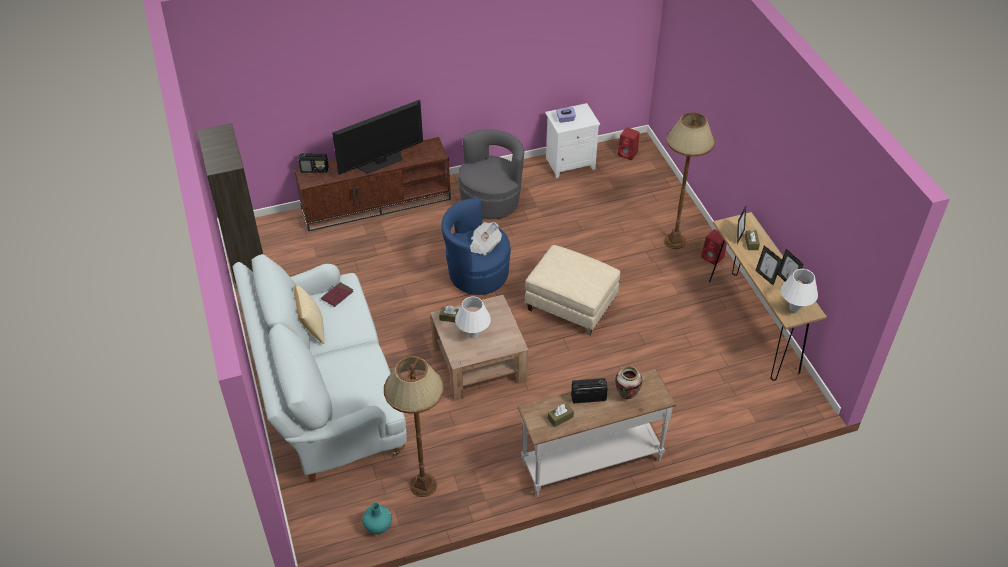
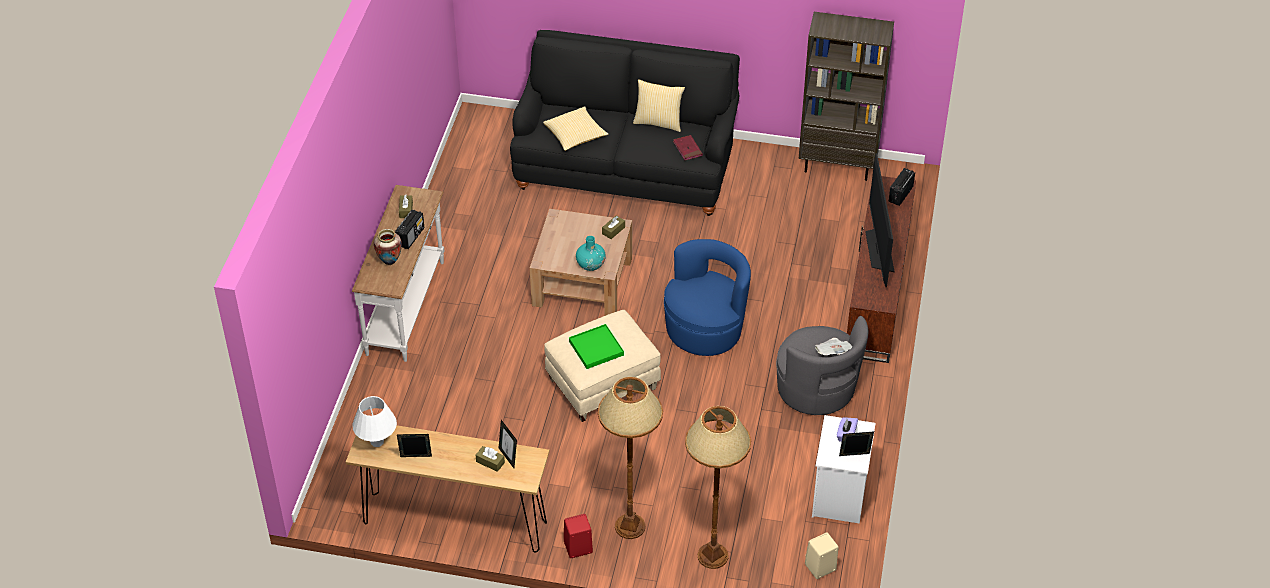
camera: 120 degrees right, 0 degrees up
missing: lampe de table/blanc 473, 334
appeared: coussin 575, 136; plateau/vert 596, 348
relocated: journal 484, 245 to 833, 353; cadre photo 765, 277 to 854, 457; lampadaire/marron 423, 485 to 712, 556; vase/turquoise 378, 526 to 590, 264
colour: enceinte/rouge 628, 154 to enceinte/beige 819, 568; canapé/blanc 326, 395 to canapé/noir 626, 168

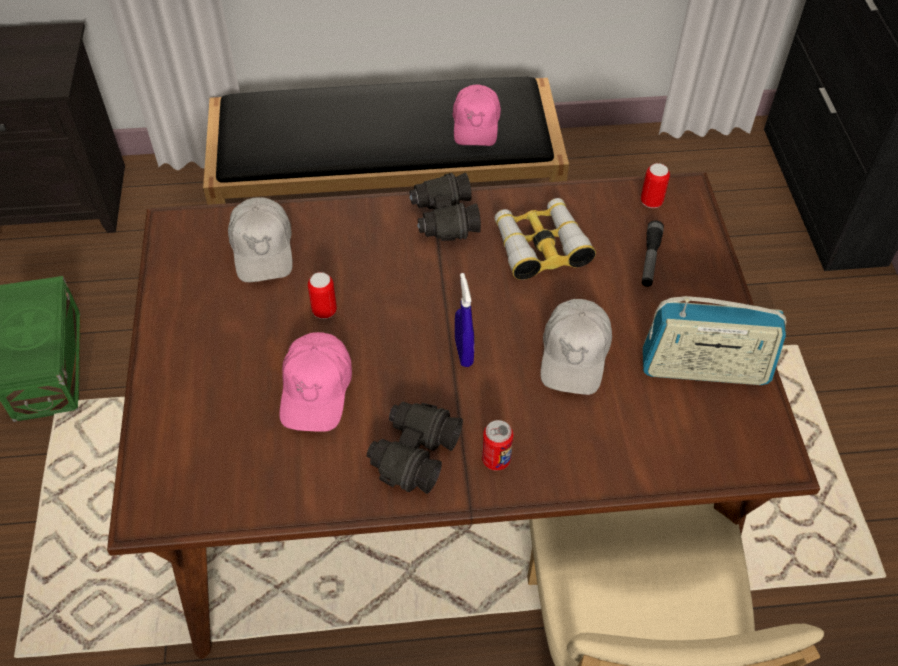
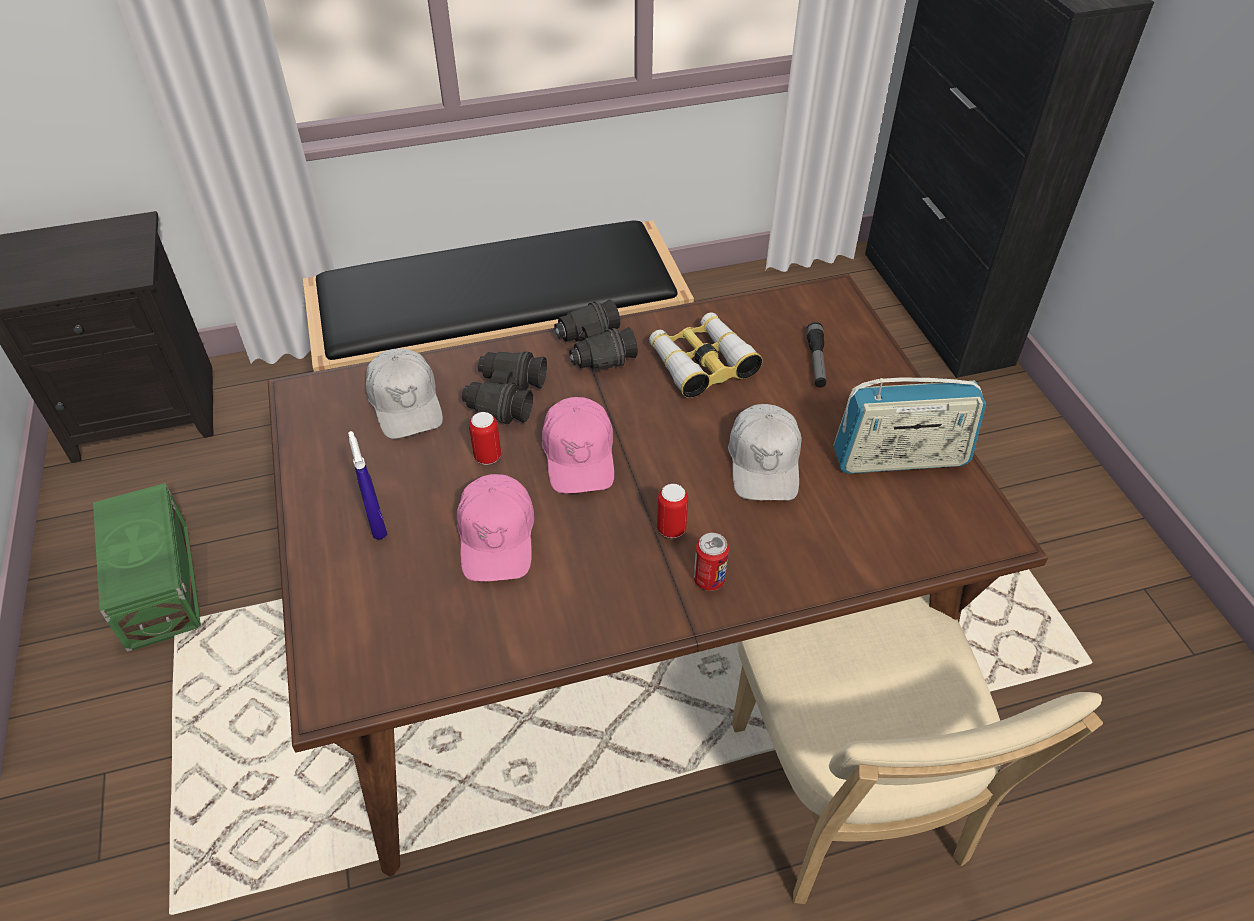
camera: 10 degrees left, 5 degrees down
relocated: casquette/rose 476, 124 to 579, 455; boîte métallique 651, 202 to 671, 529; vaporisateur/bleu 463, 352 to 377, 524; jumelles/noir 413, 453 to 505, 397

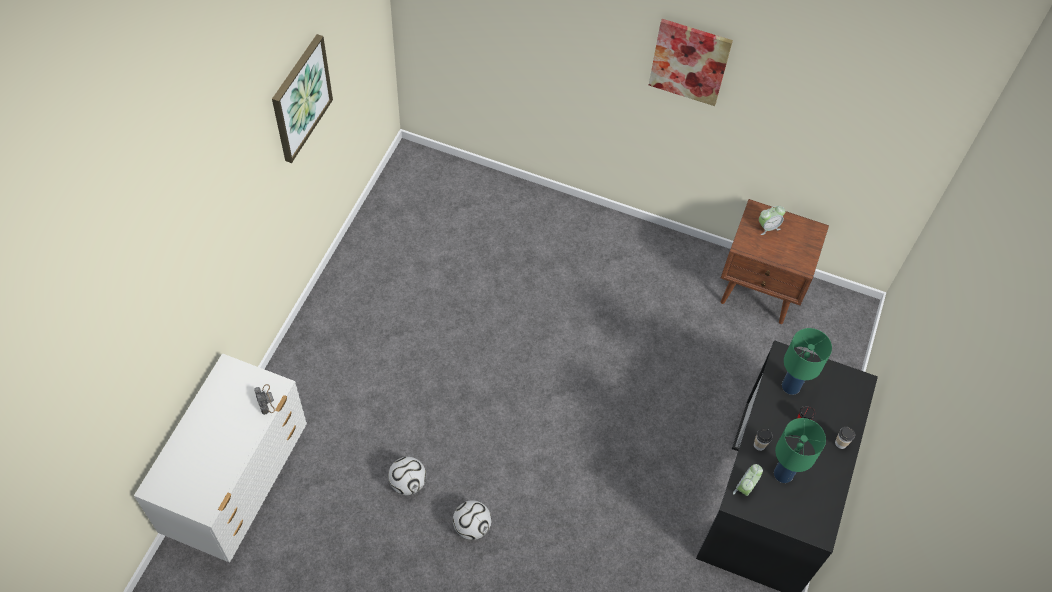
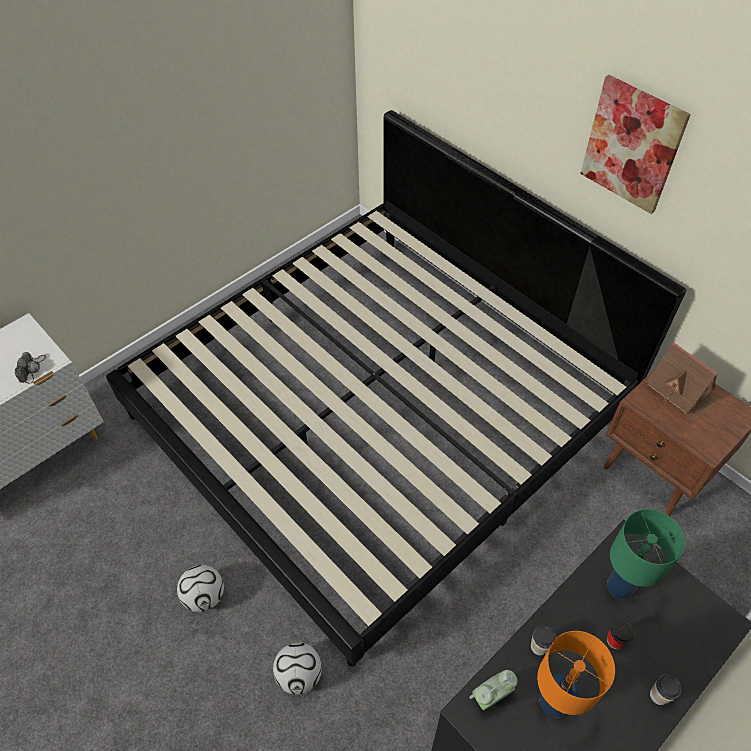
camera: 30 degrees right, 5 degrees down
missing: tableau 300, 98
appeared: lit 376, 413
relocated: ballon de foot 408, 483 to 299, 674
exchanged: réveil 768, 227 to maison miniature 681, 391
colour: lampe de table/vert 783, 474 to lampe de table/orange 554, 703

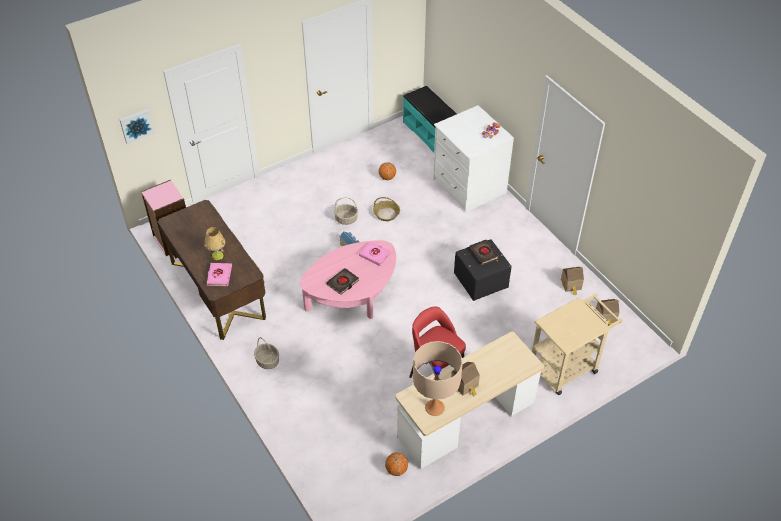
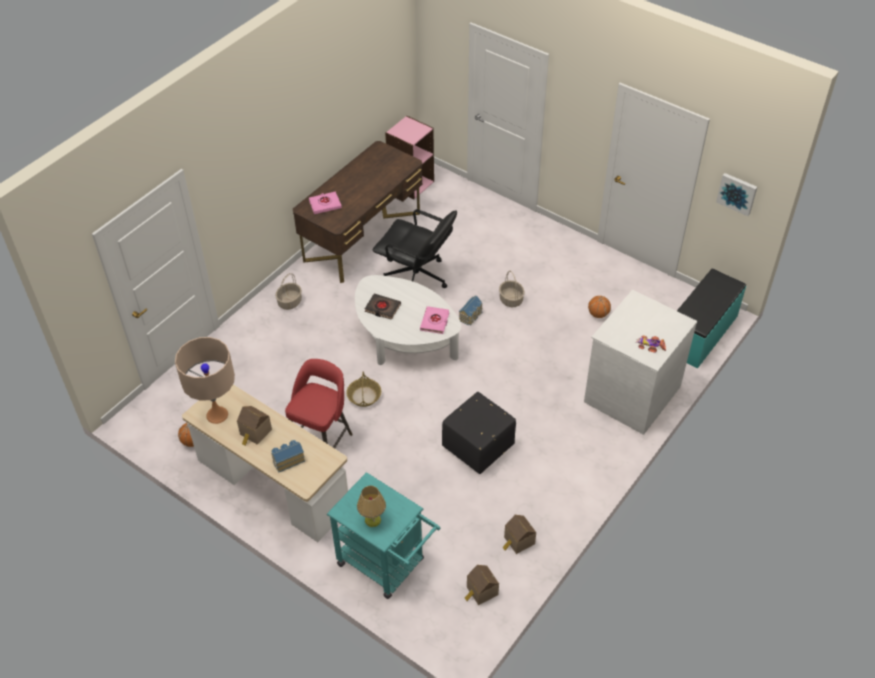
camera: 70 degrees right, 0 degrees up
missing: livre/noir 483, 253
appeared: chaise de bureau/noir 417, 278; maison miniature 288, 460
relocated: tableau 136, 125 to 737, 193; panier 386, 214 to 364, 396; lampe de table 217, 255 to 372, 519
colour: table basse/rose 353, 294 to table basse/blanc 404, 339; chariot/beige 568, 365 to chariot/turquoise 386, 565

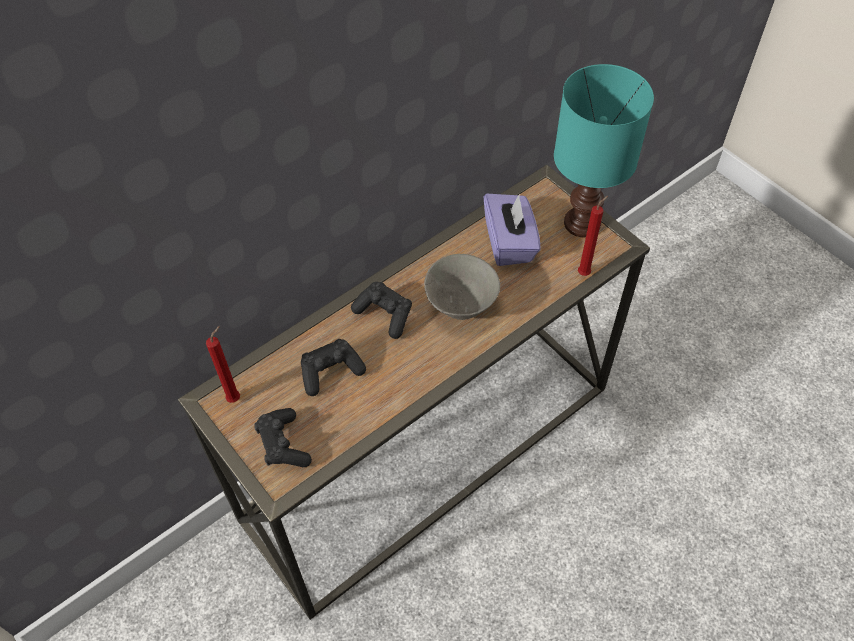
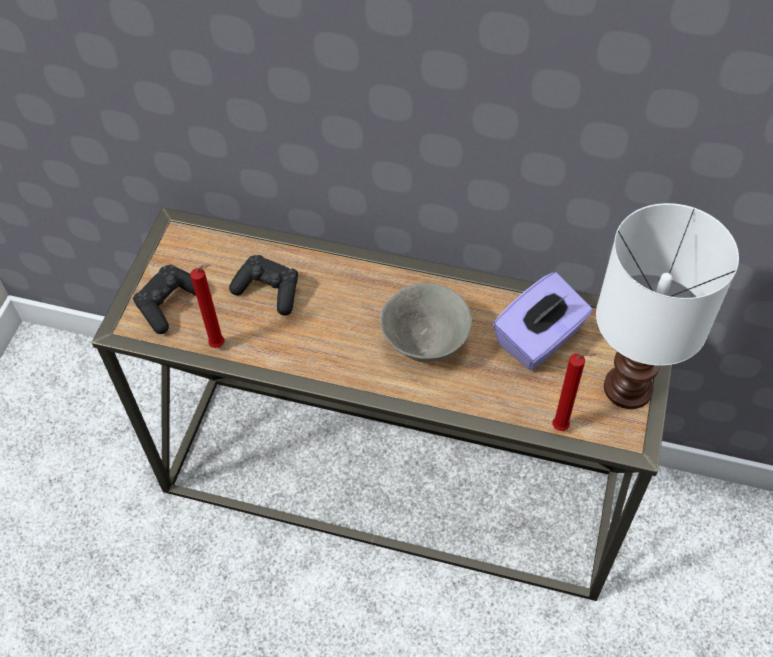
camera: 55 degrees right, 0 degrees up
missing: manette/noir 385, 314
relocated: bougie/rouge 235, 397 to 220, 345
colour: lampe de table/turquoise 580, 223 to lampe de table/blanc 626, 387

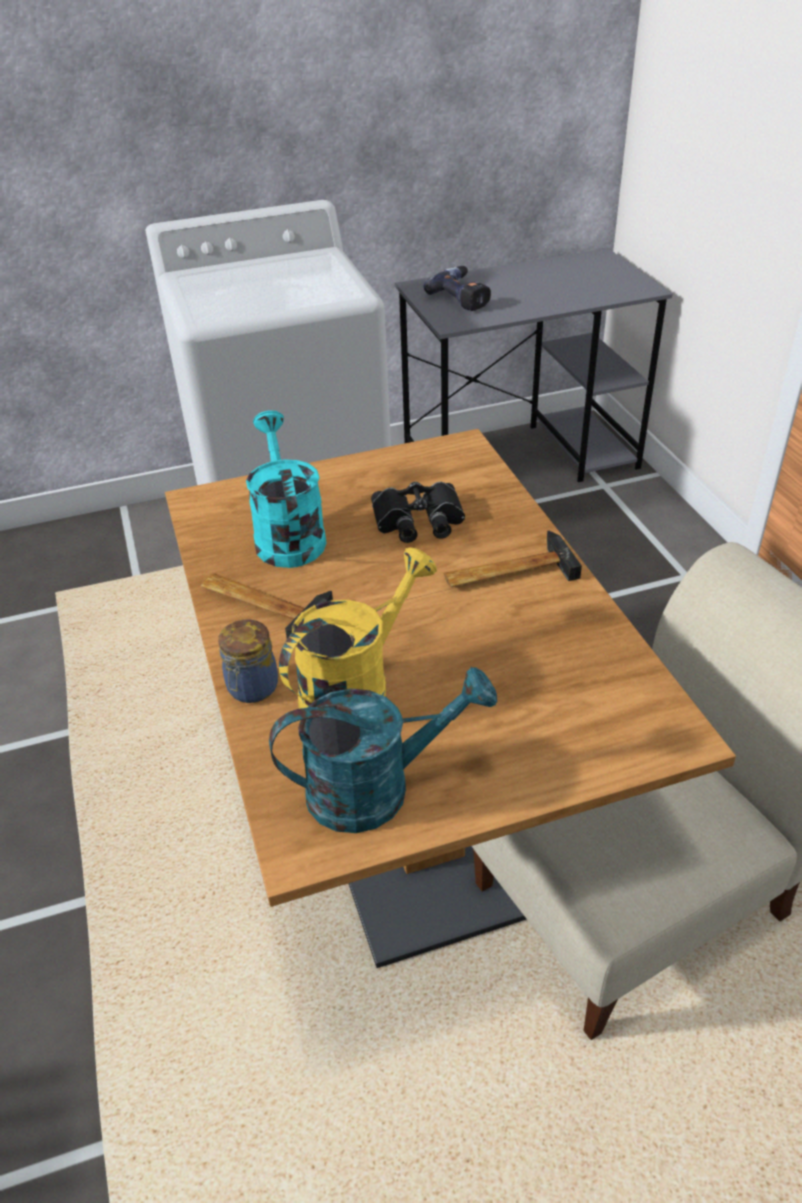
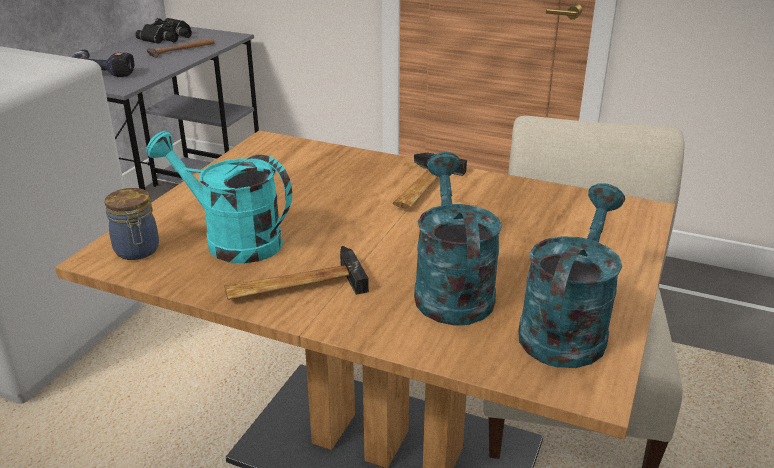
camera: 50 degrees left, 10 degrees down
appeared: marteau 182, 49
relocated: jumelles/noir 418, 520 to 168, 37; bocal 251, 689 to 137, 251
colour: arrosoir/jaune 356, 686 to arrosoir/turquoise 450, 289

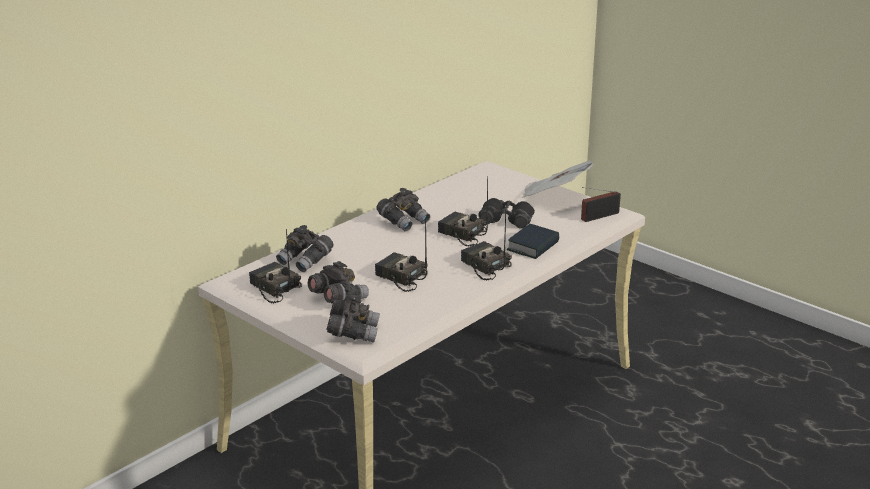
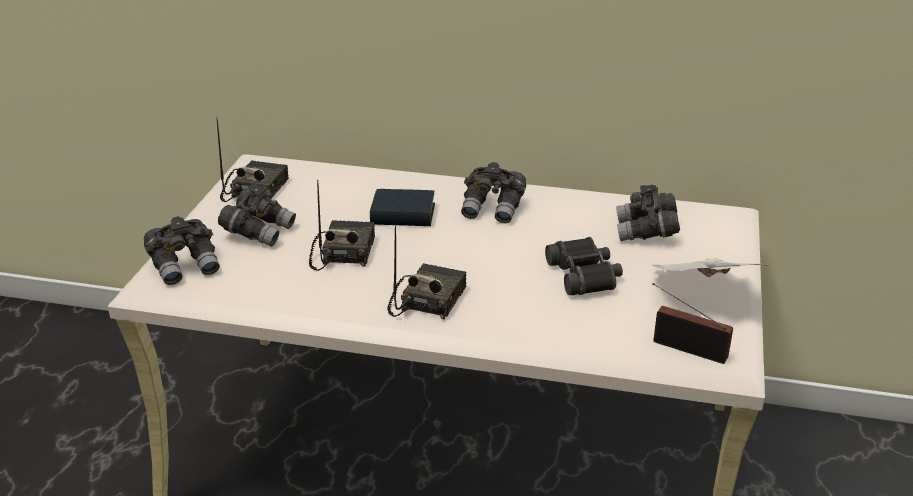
camera: 60 degrees right, 5 degrees up
missing: radio 461, 234
relocated: livre 533, 246 to 403, 215; jumelles/gris 306, 261 to 646, 232

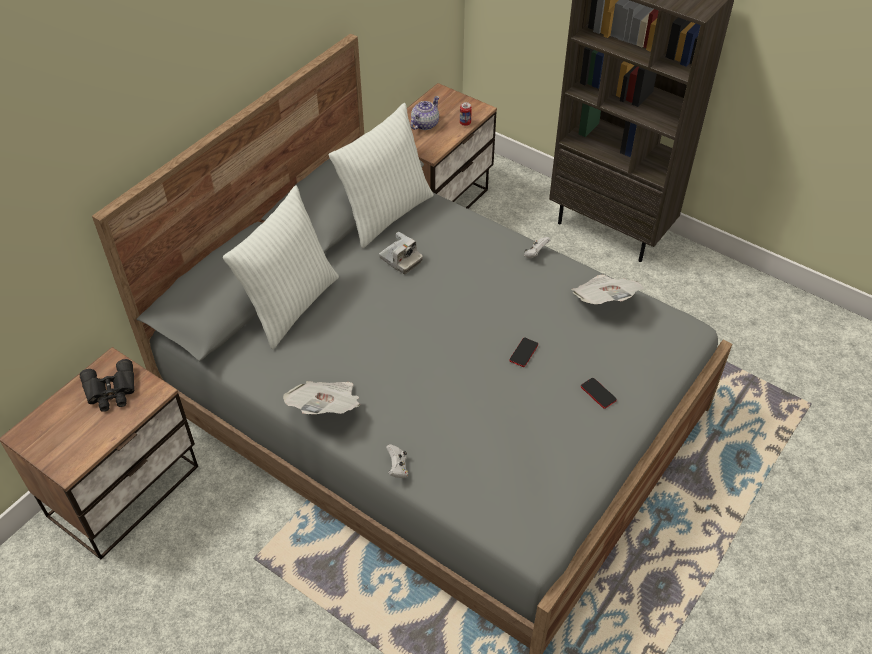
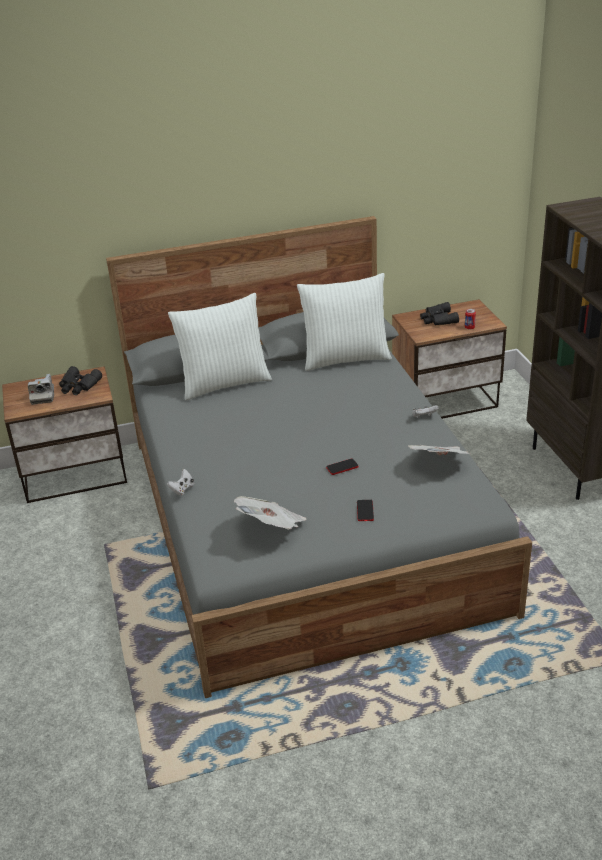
camera: 40 degrees right, 15 degrees down
relocated: appareil photo 400, 260 to 43, 396; journal 326, 408 to 272, 527
exchanged: théière 424, 124 to jumelles/noir 437, 319

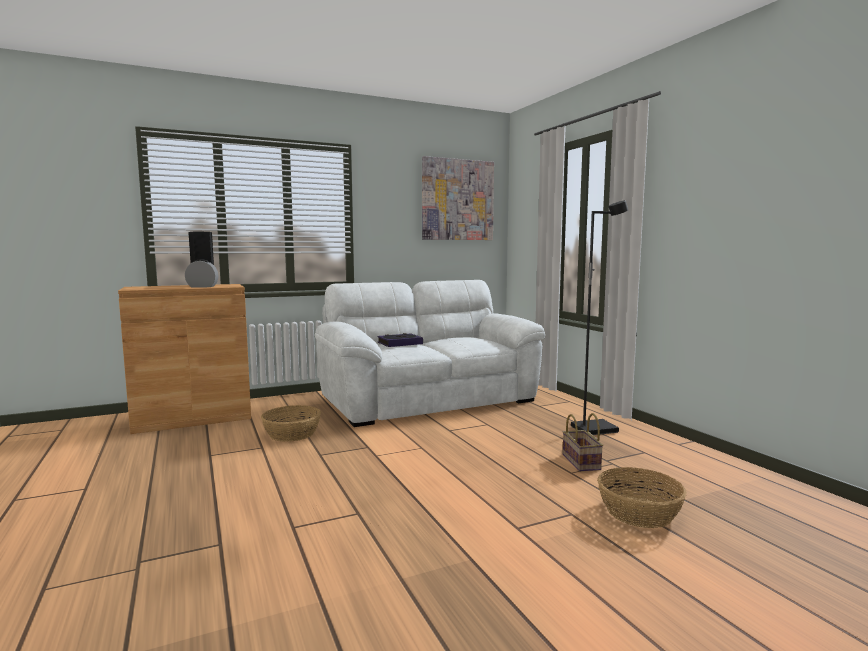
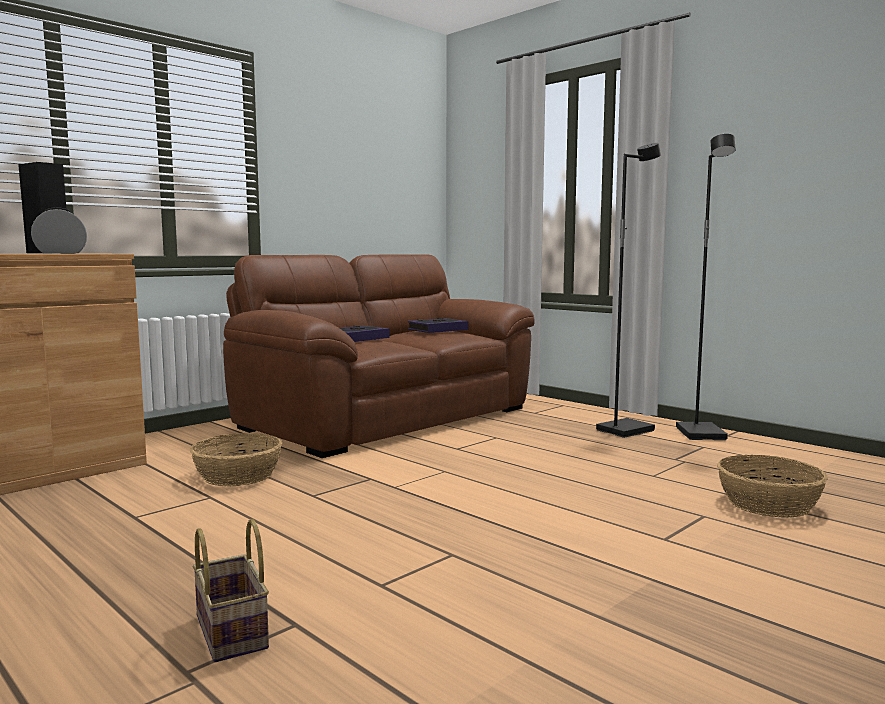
camera: 20 degrees left, 0 degrees up
missing: tableau 457, 200
appeared: lampadaire/noir 702, 434; livre 437, 330
relocated: panier 582, 462 to 234, 633
colour: canapé/blanc 427, 399 to canapé/marron 385, 417

